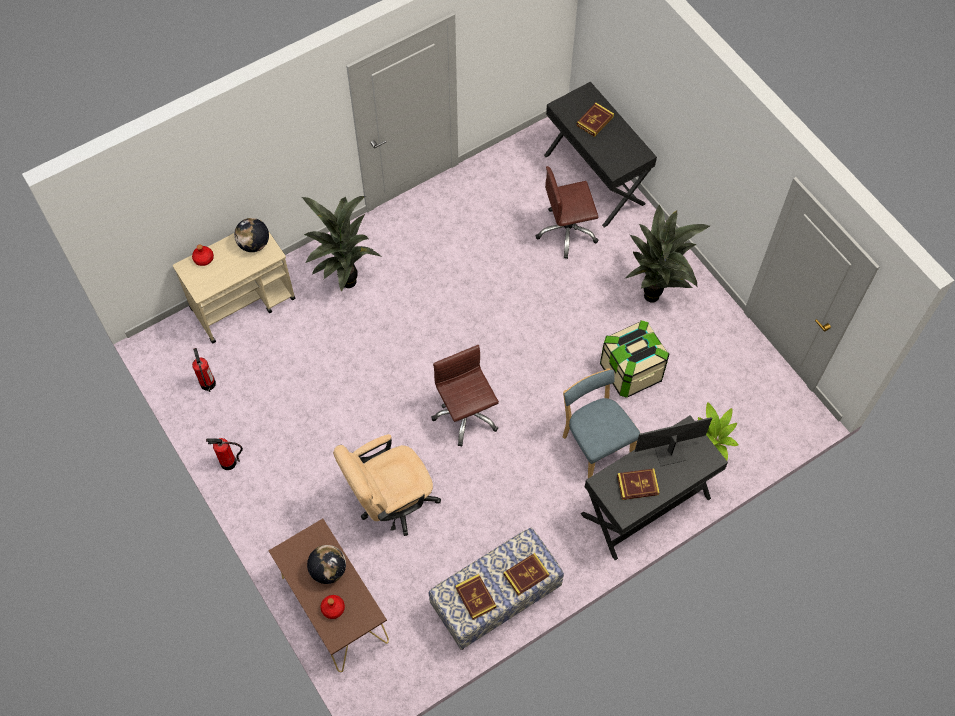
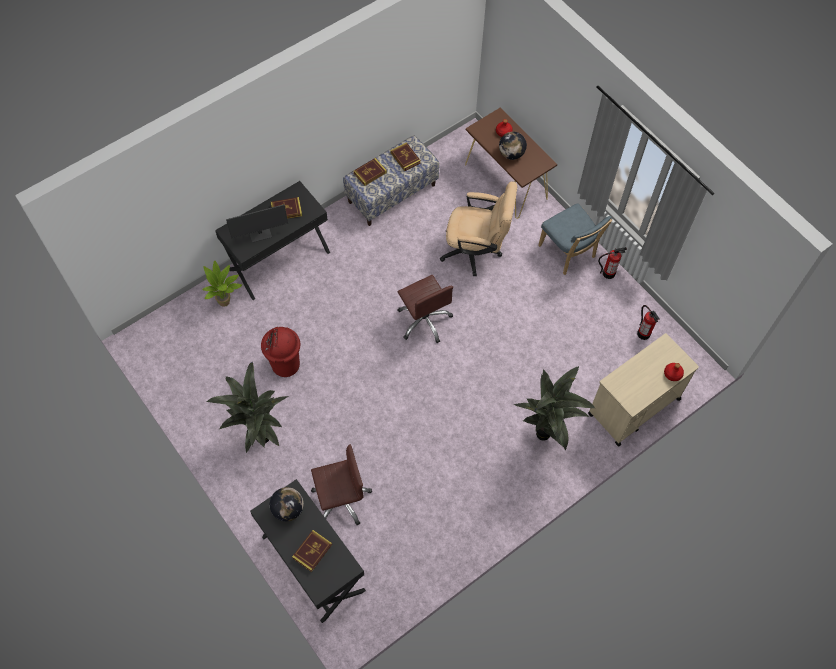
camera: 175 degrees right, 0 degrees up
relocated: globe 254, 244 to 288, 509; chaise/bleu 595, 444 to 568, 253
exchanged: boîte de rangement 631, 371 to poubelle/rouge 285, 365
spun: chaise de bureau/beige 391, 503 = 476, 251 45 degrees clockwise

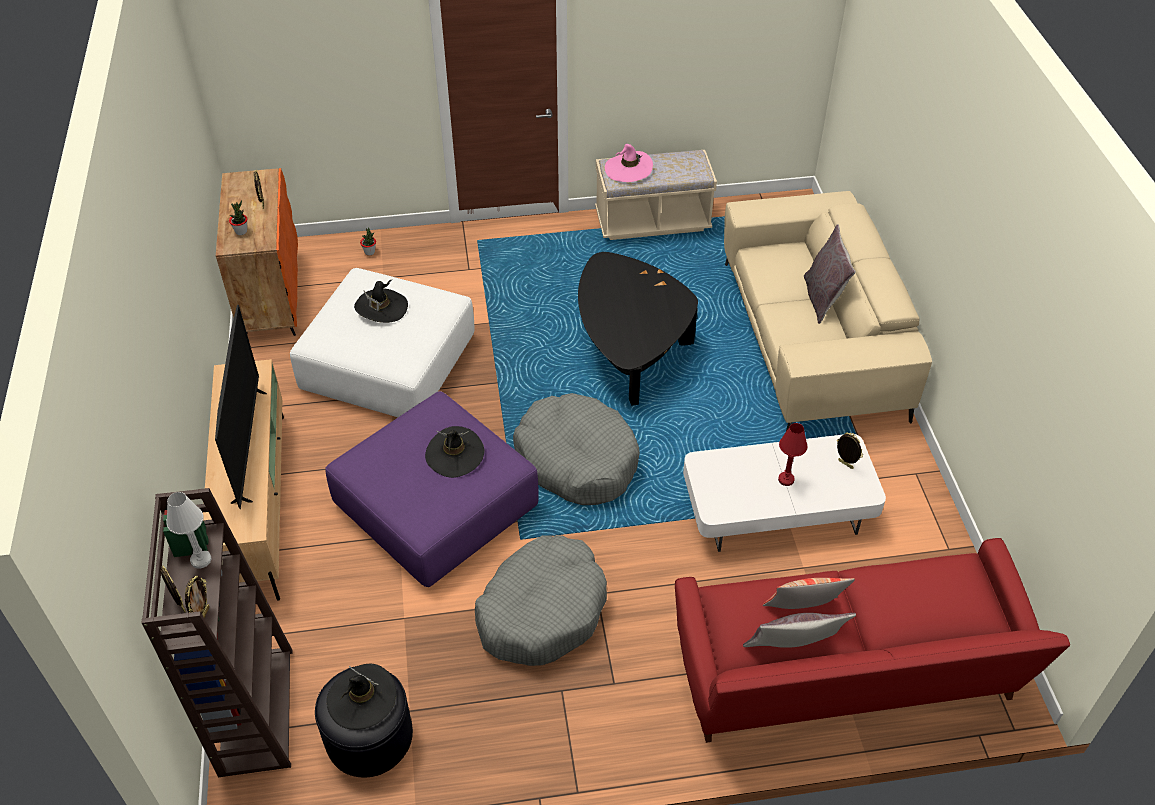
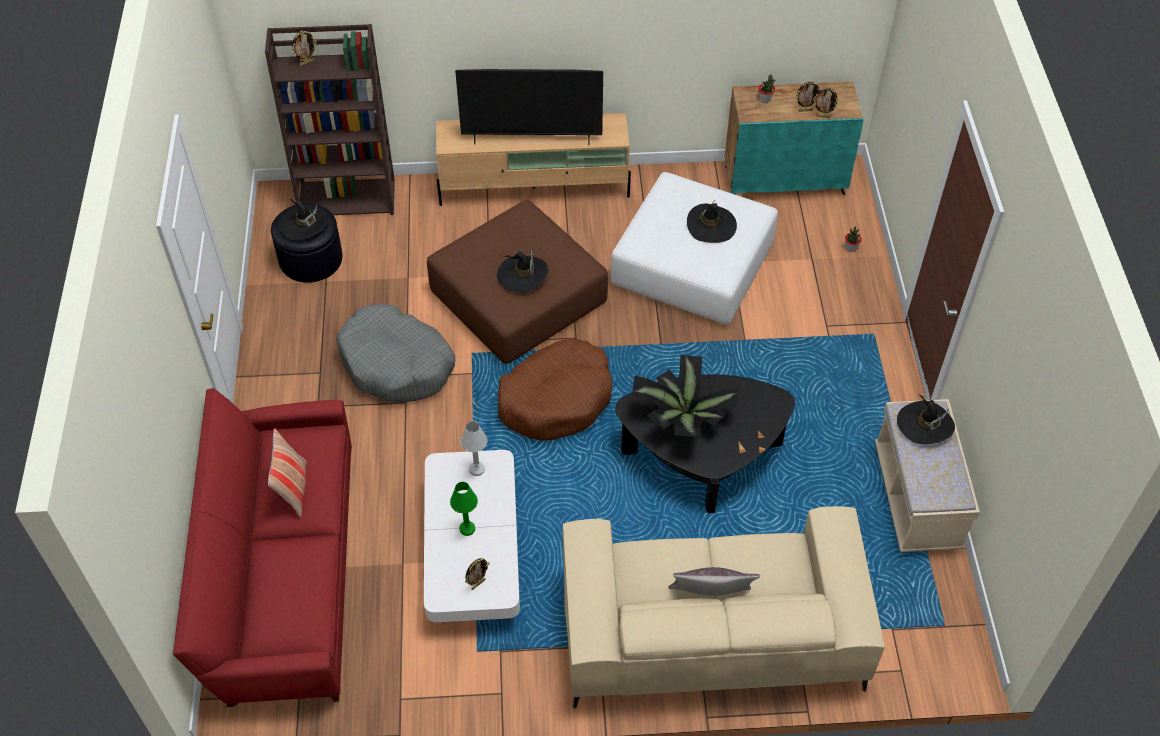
camera: 95 degrees right, 5 degrees up
missing: coussin/gris 791, 653
appeared: plante en pot 682, 420
relocated: lampe de table/blanc 201, 560 to 477, 469; cadre photo 203, 615 to 823, 116
colour: chapeau/rose 628, 169 to chapeau/noir 925, 424; meuble de rangement/orange 271, 295 to meuble de rangement/turquoise 785, 180; pouf/violet 434, 505 to pouf/marron 518, 296; panier pour chien/gris 577, 460 to panier pour chien/marron 556, 399; lampe de table/rouge 786, 479 to lampe de table/vert 467, 529

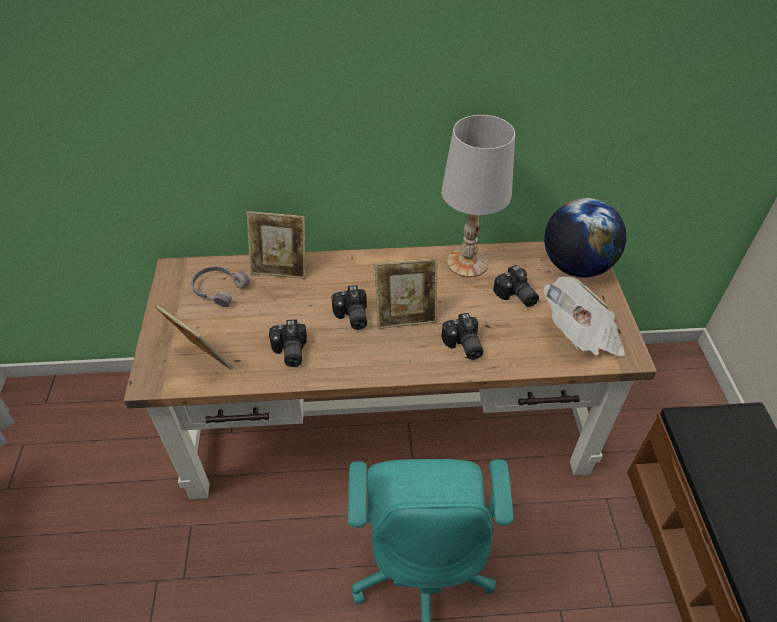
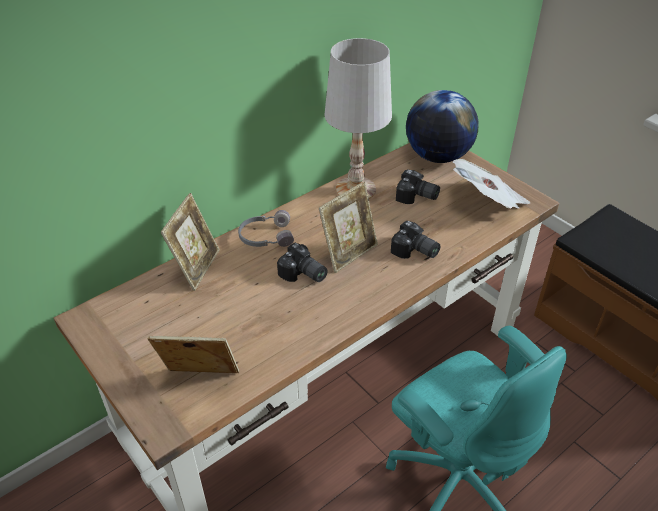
camera: 35 degrees left, 5 degrees down
missing: appareil photo 289, 352
relocated: casque audio/gris 219, 289 to 265, 236
spun: cadre photo 280, 269 = 196, 267 45 degrees counterclockwise

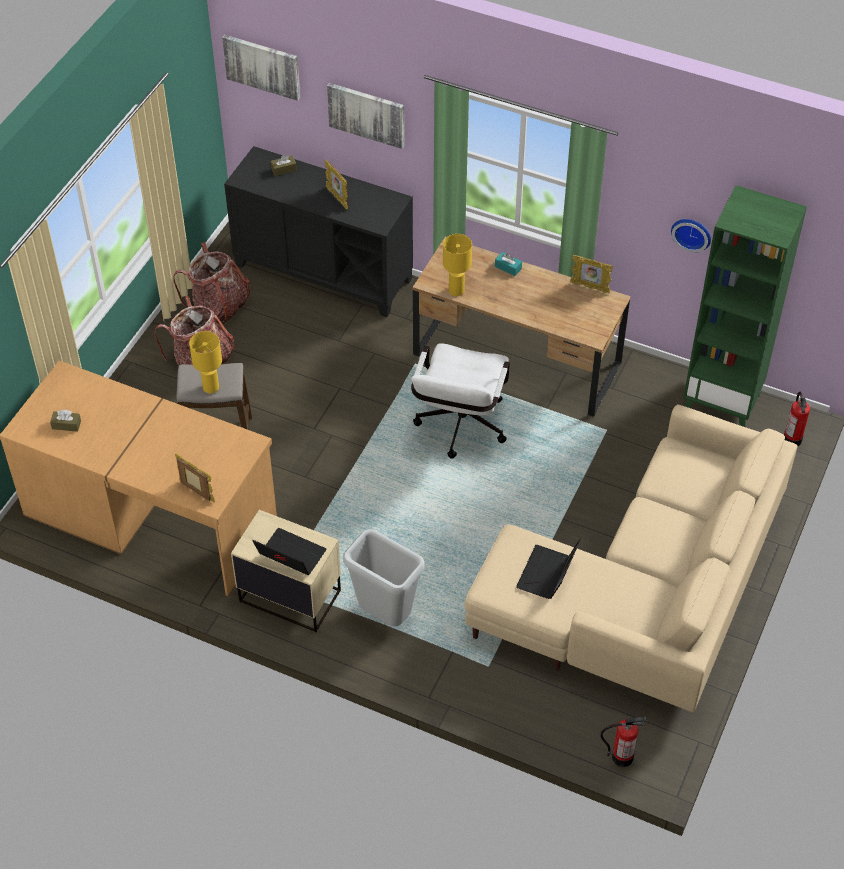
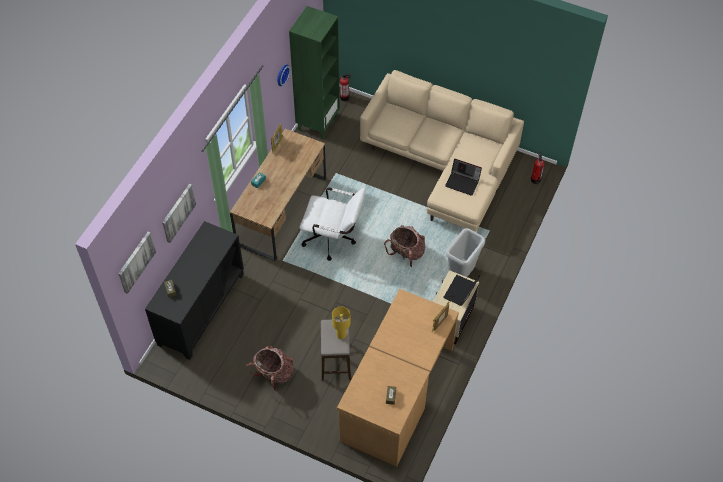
camera: 90 degrees left, 5 degrees up
missing: cadre photo 337, 198; lampe de table/jaune 456, 290
relocated: sac à dos 219, 306 to 406, 253

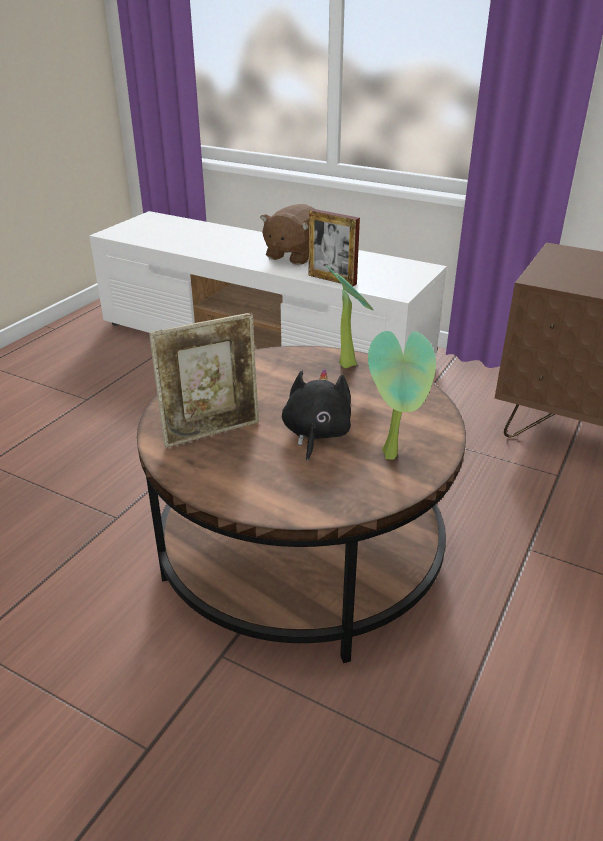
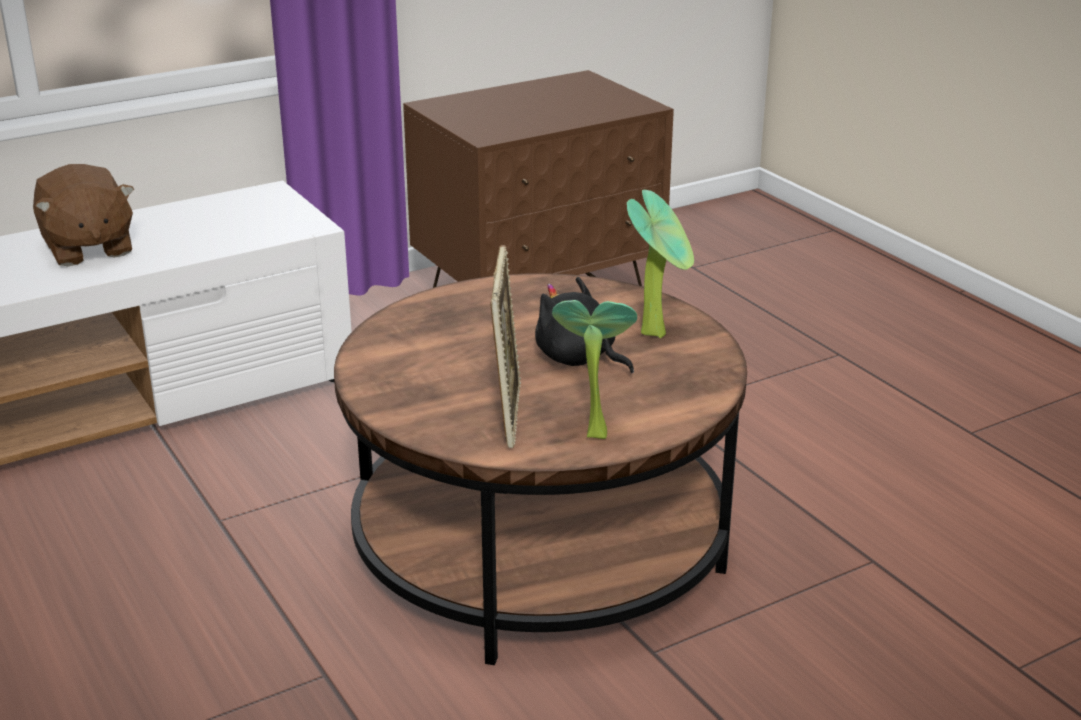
camera: 60 degrees left, 5 degrees down
missing: cadre photo 332, 279
relocated: plante en pot 348, 363 to 592, 431

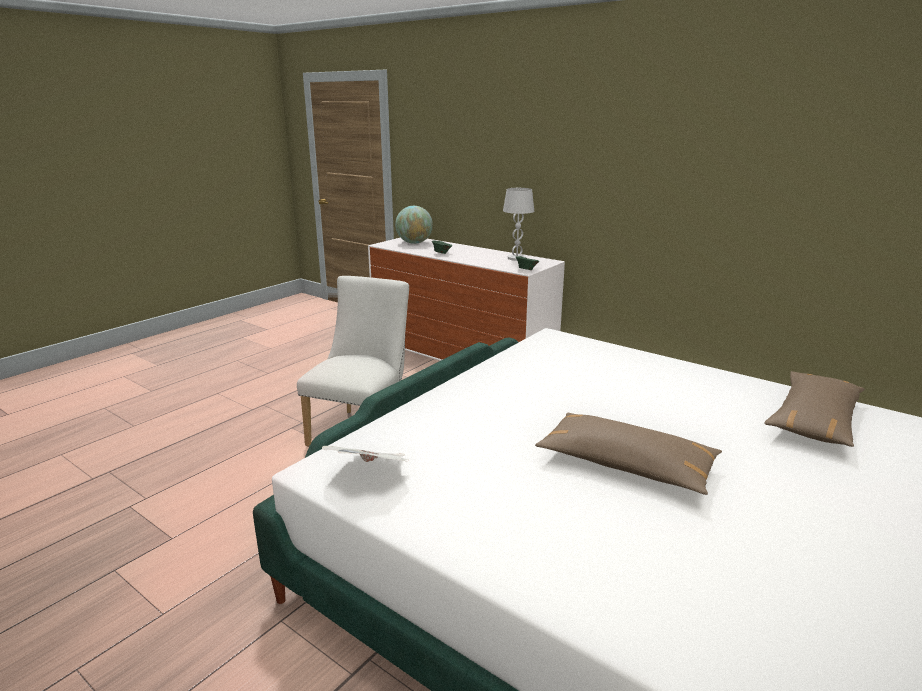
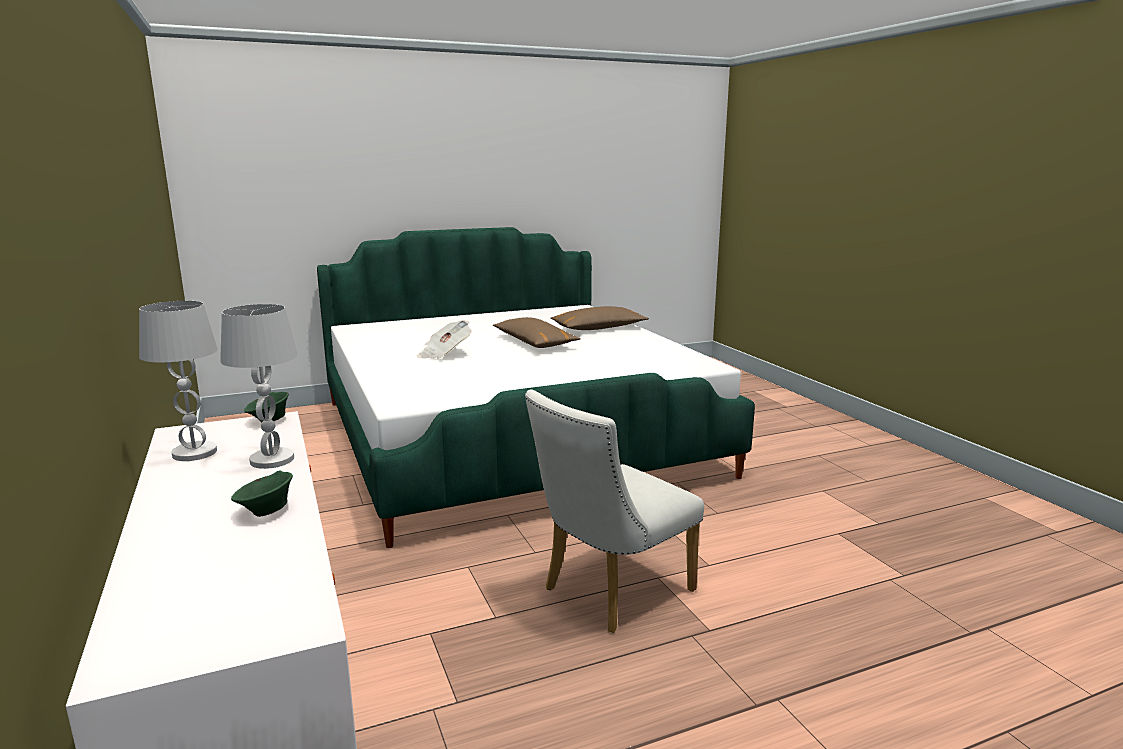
camera: 150 degrees left, 5 degrees down
missing: globe 414, 243
appeared: lampe de table/blanc 272, 459
relocated: coussin/marron 814, 420 to 598, 328; journal 371, 473 to 444, 354

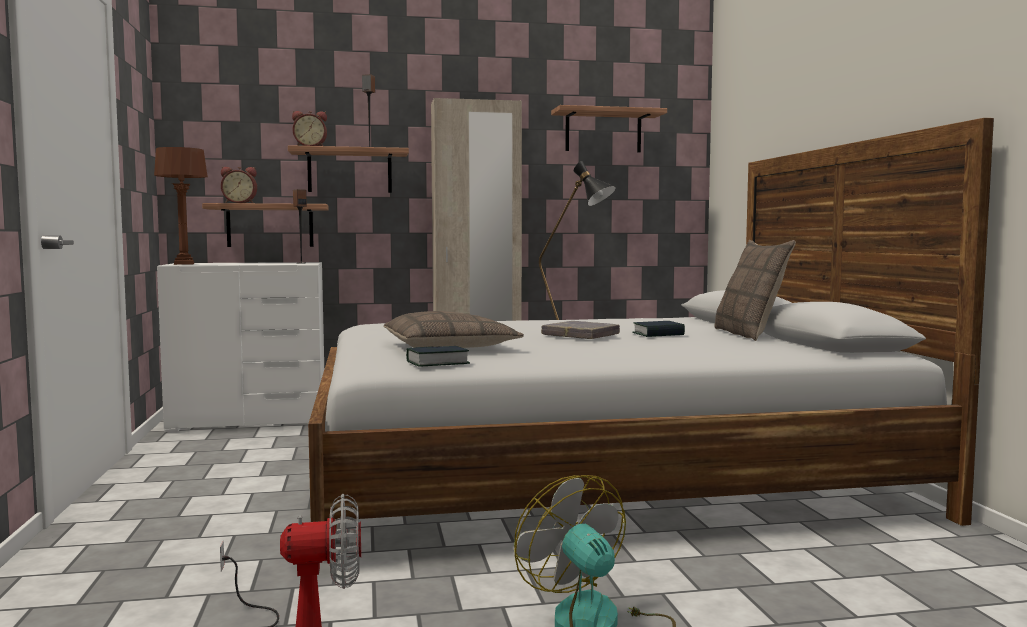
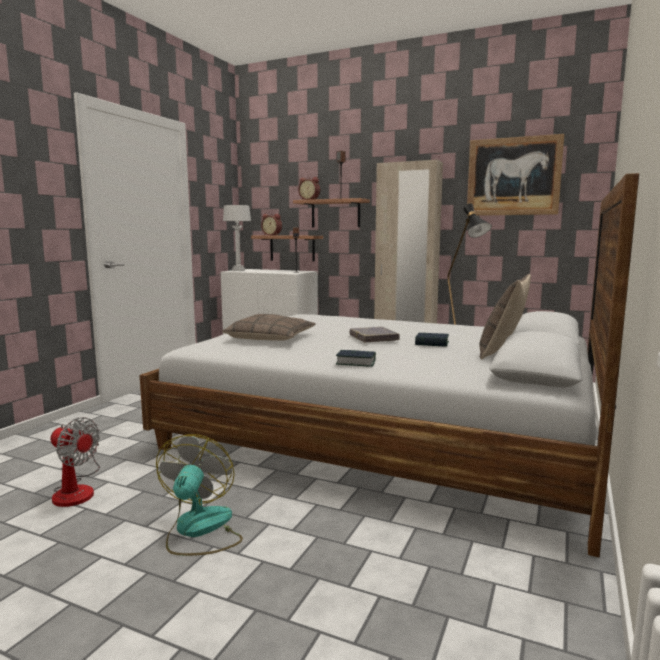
camera: 35 degrees right, 5 degrees up
relocated: livre 437, 363 to 356, 362
exchanged: étagère 603, 131 to tableau 513, 176
colour: lampe de table/marron 184, 264 to lampe de table/gris 238, 270

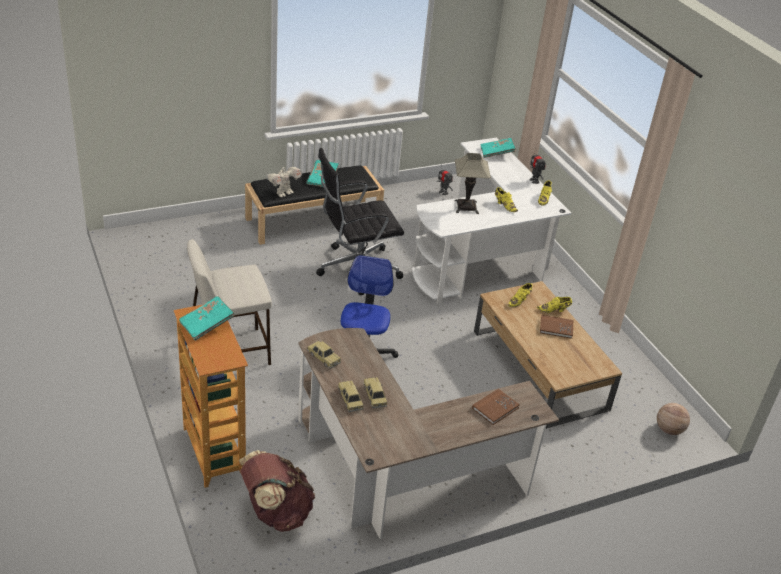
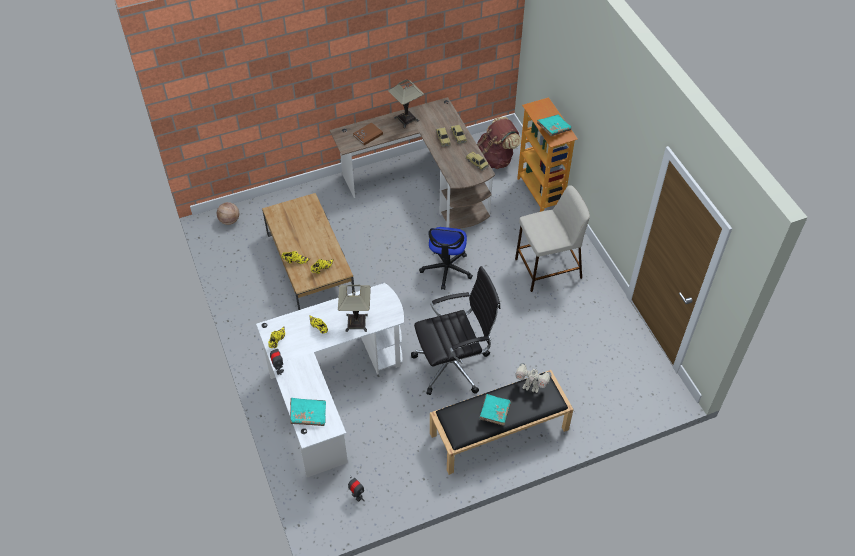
camera: 175 degrees left, 15 degrees up
missing: livre/marron 556, 328
appeared: lampe de table 406, 119
spun: robot jouet 283, 193 = 531, 386 120 degrees counterclockwise

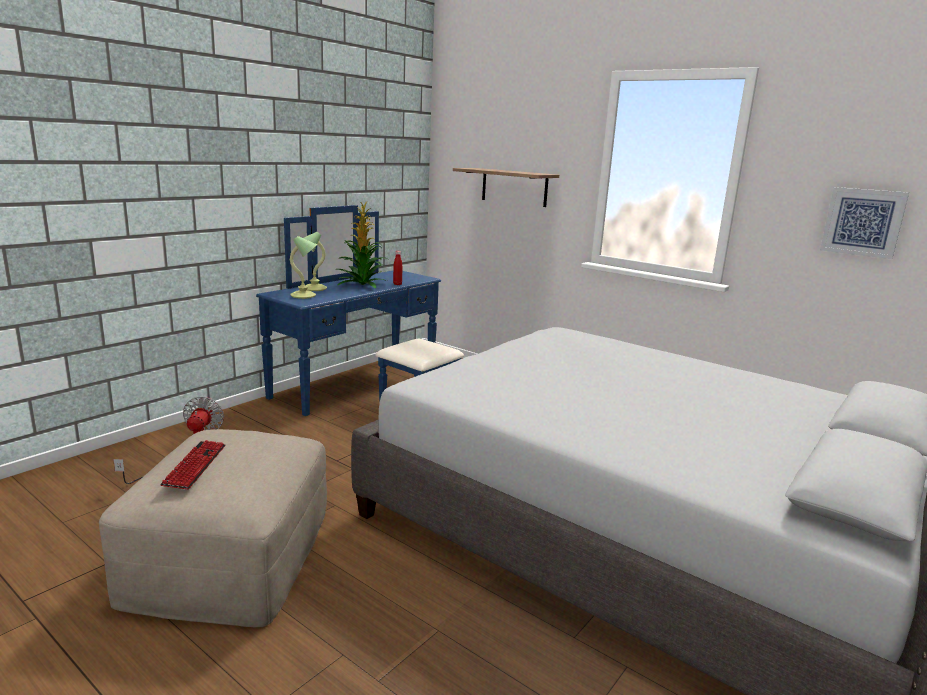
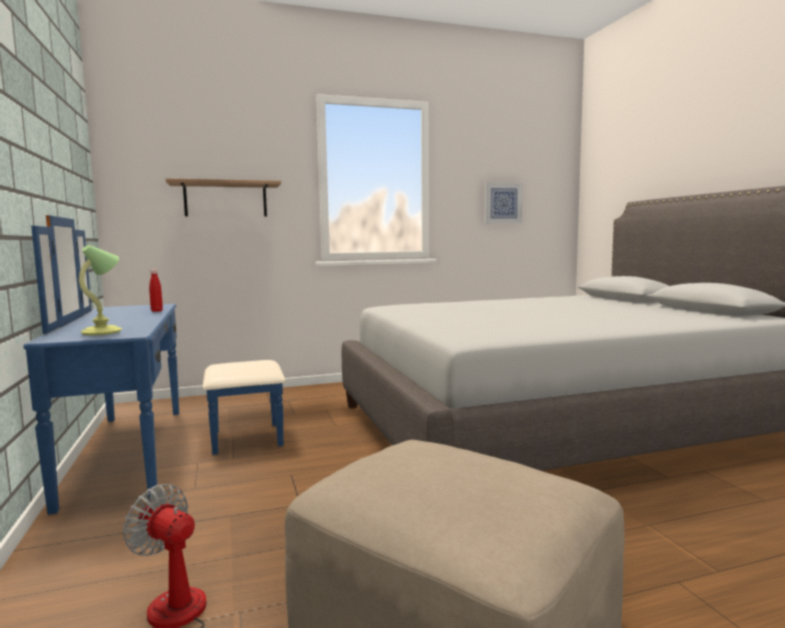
camera: 55 degrees left, 10 degrees down
missing: plante en pot 362, 284; lampe de table 313, 288; clavier 195, 465

